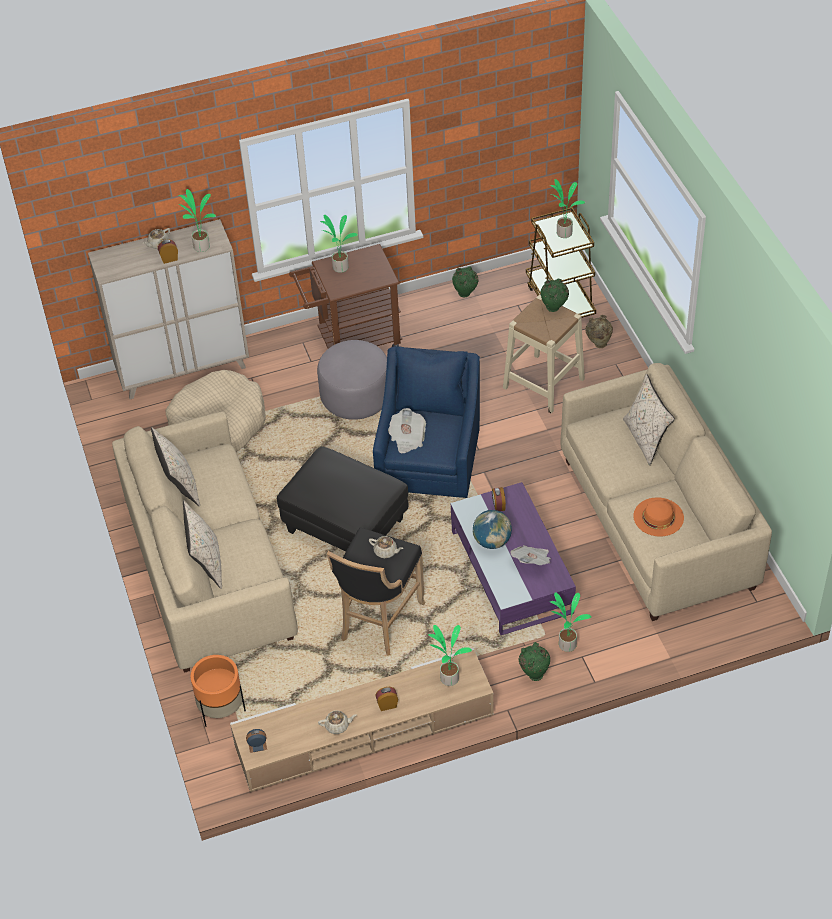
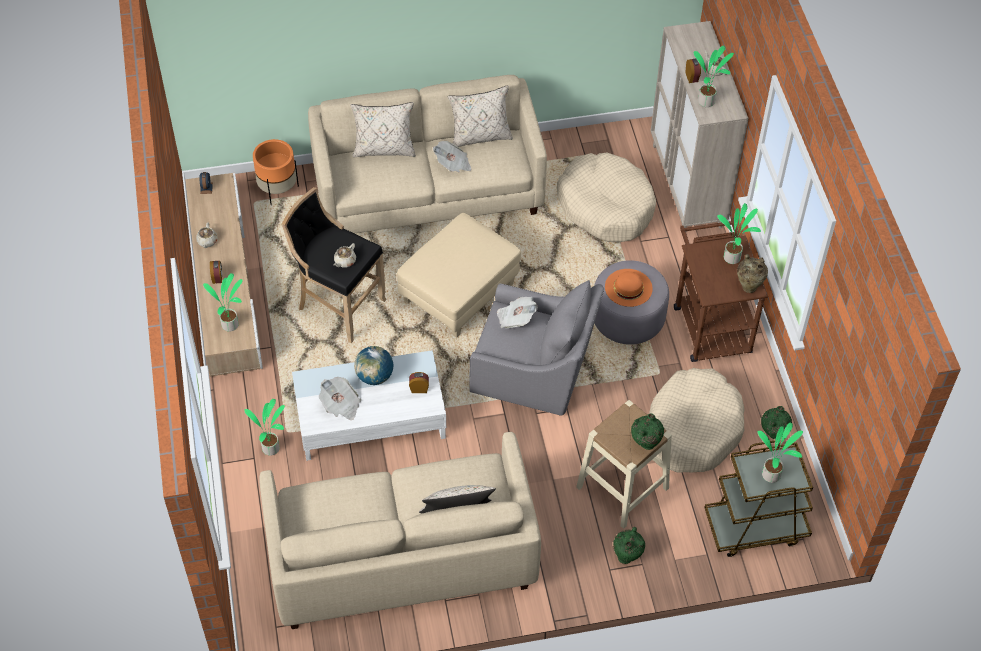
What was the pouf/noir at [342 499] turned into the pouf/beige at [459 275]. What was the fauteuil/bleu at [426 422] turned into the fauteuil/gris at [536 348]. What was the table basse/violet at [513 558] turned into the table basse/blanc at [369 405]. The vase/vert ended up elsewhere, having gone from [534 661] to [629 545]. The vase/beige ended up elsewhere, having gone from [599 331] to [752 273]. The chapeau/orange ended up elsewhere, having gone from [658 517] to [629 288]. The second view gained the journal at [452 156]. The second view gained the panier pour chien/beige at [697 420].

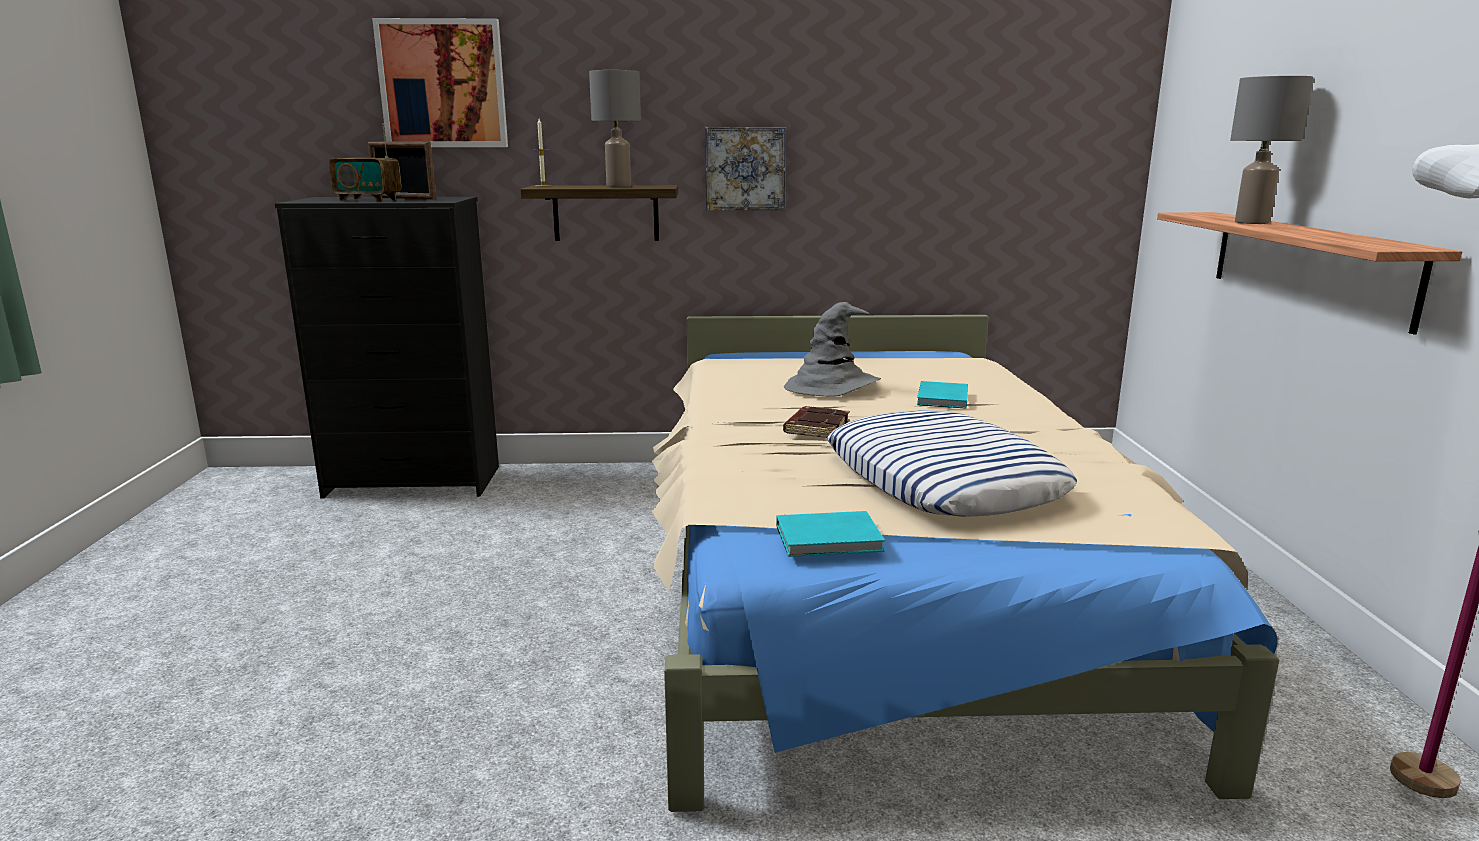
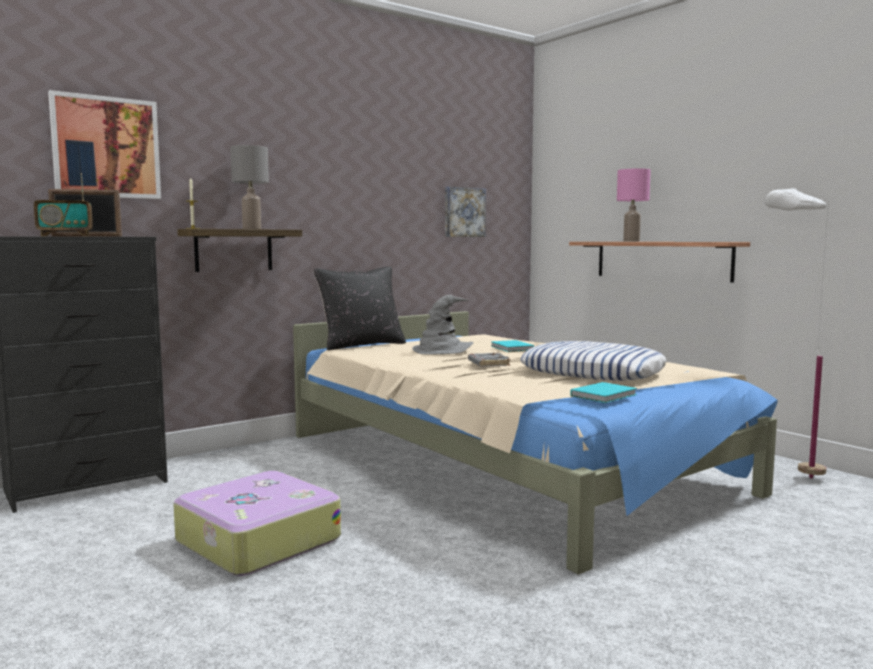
The tableau ended up elsewhere, having gone from [745 168] to [465 212]. What was the livre/marron at [816 422] turned into the livre/gris at [489 359]. What was the lampe de table/gris at [1271 150] turned into the lampe de table/rose at [634 205]. The second view gained the valise at [257 523]. The second view gained the coussin/noir at [359 308].

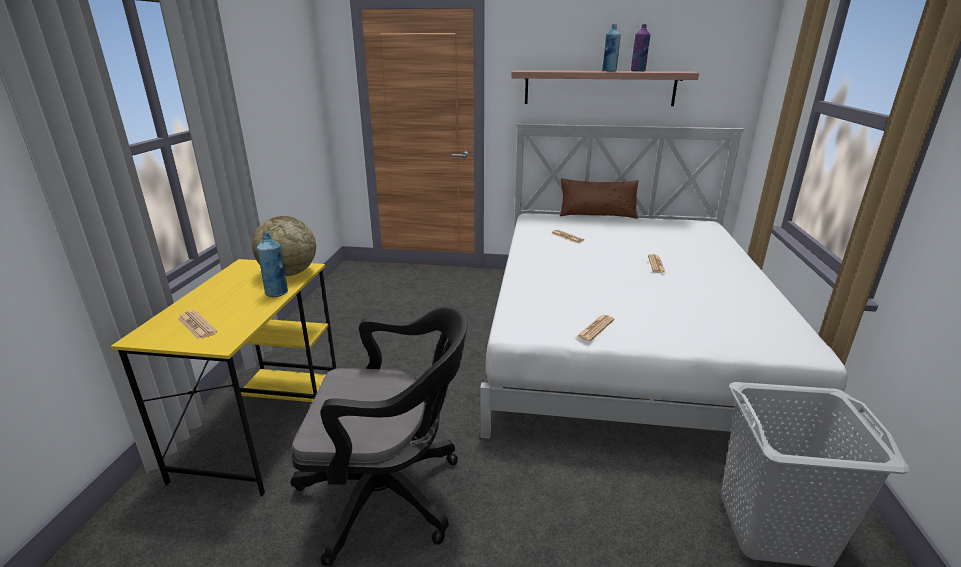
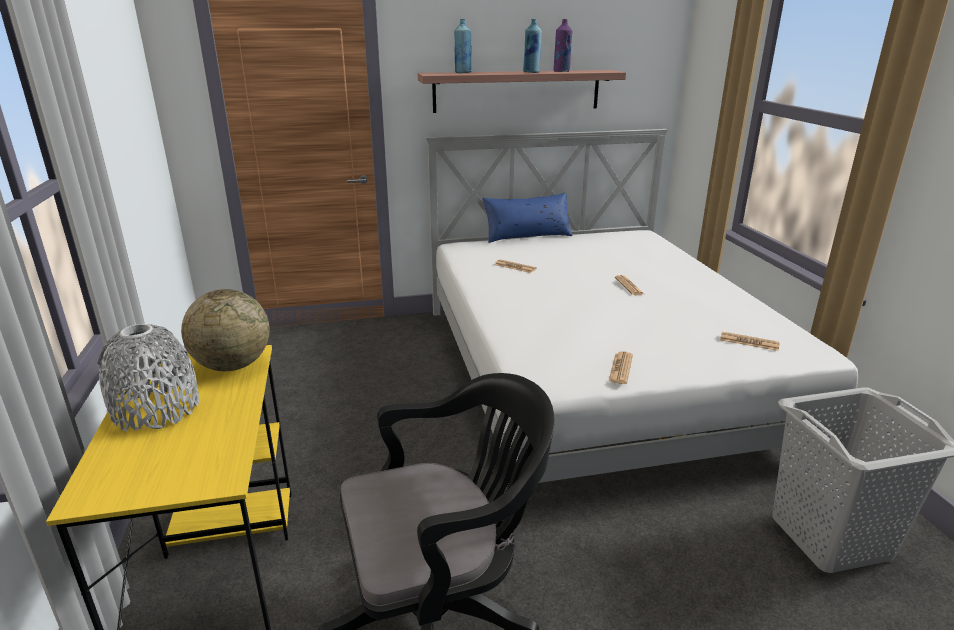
The journal ended up elsewhere, having gone from [197 325] to [750 341]. The bouteille/bleu ended up elsewhere, having gone from [272 264] to [463 46]. What was the coussin/marron at [599 198] turned into the coussin/bleu at [527 218]. The second view gained the vase/gris at [148 377].

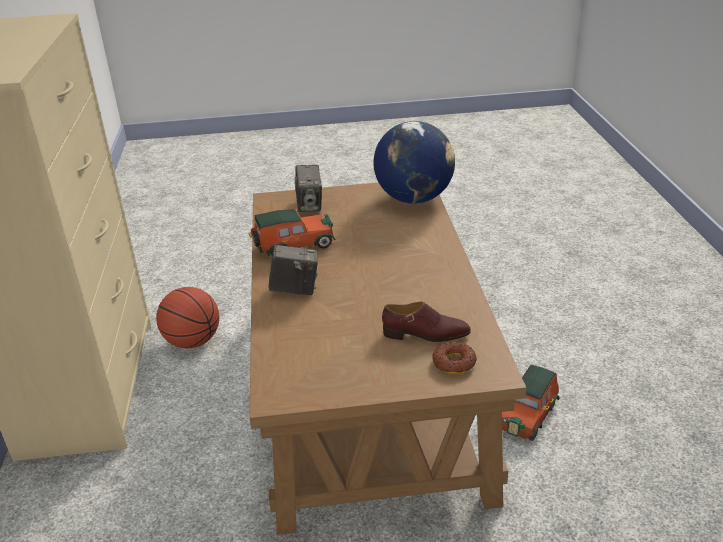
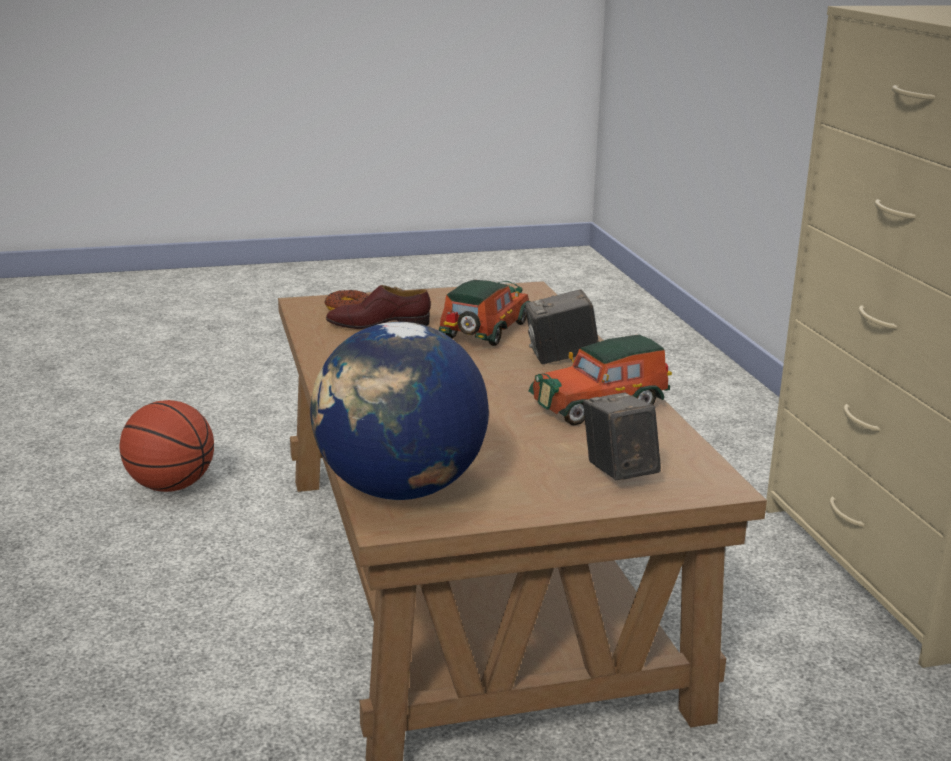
The ballon de basket ended up elsewhere, having gone from [188 318] to [167 446]. The petite voiture ended up elsewhere, having gone from [531 403] to [484 313].

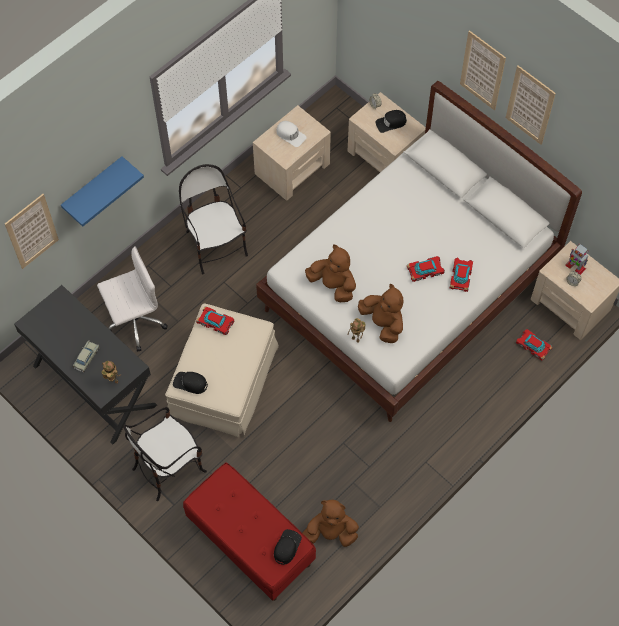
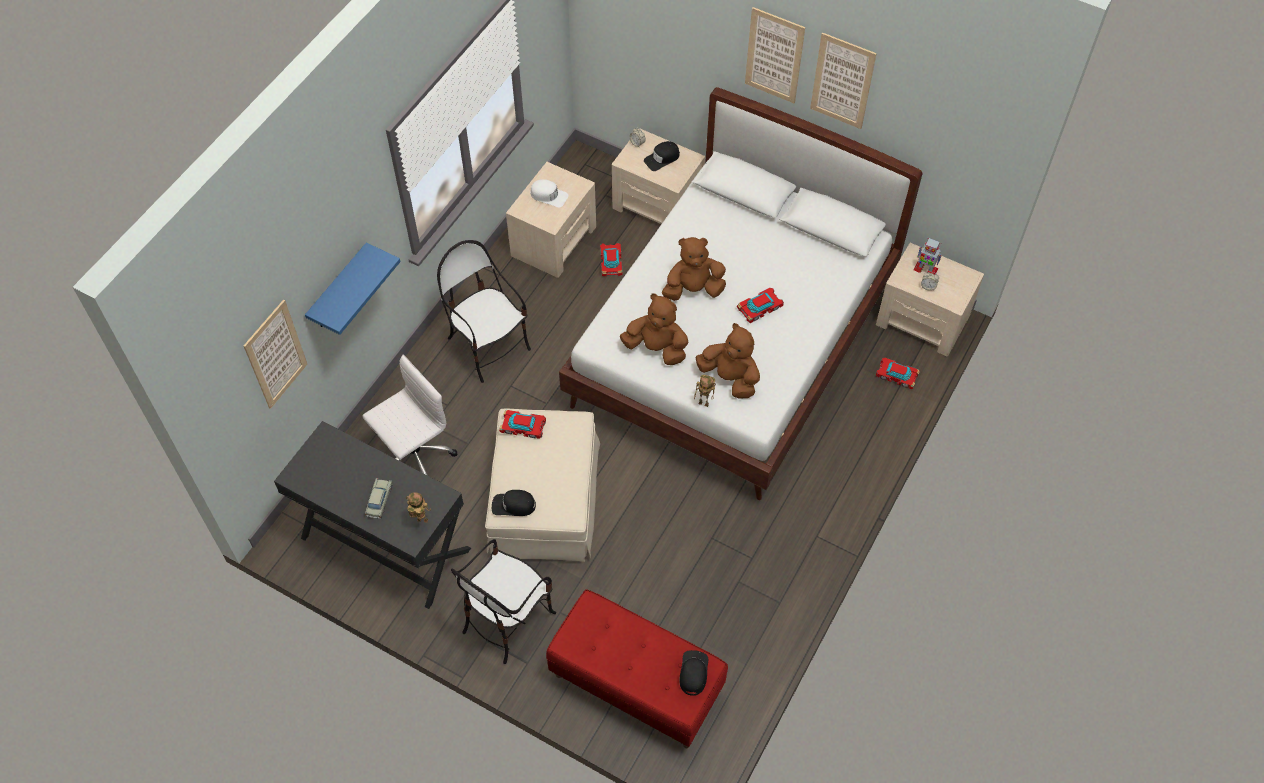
The peluche/marron ended up elsewhere, having gone from [330 523] to [694 269]. The petite voiture ended up elsewhere, having gone from [461 275] to [611 259].

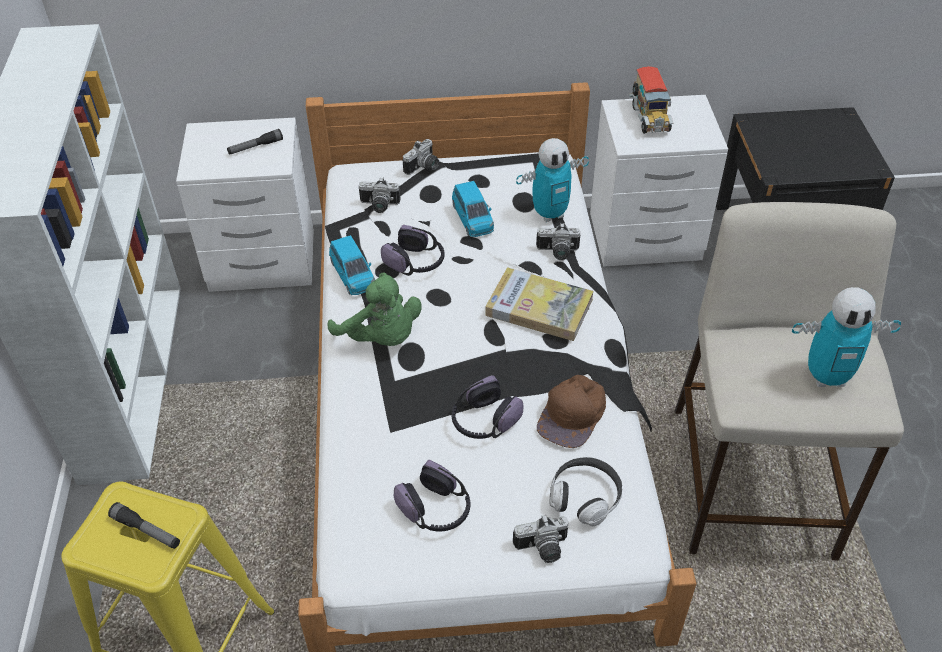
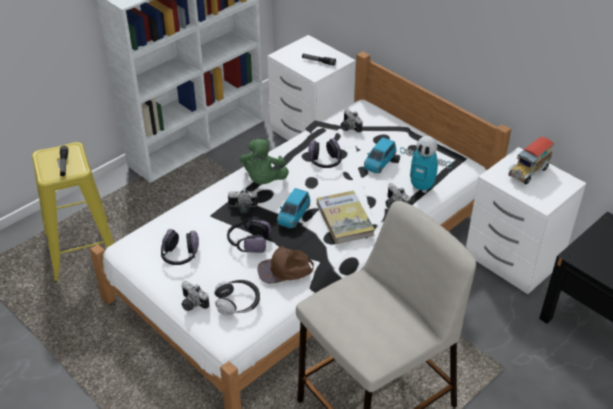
The petite voiture/bleu ended up elsewhere, having gone from [352 265] to [294 208]. The appareil photo ended up elsewhere, having gone from [421 157] to [243 200]. The second view lost the robot jouet at [846 337].

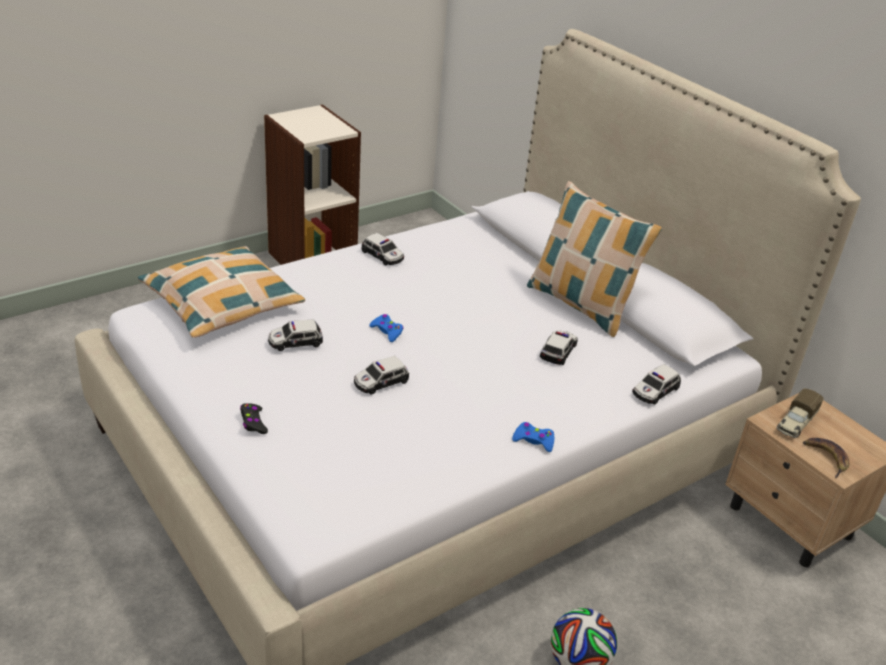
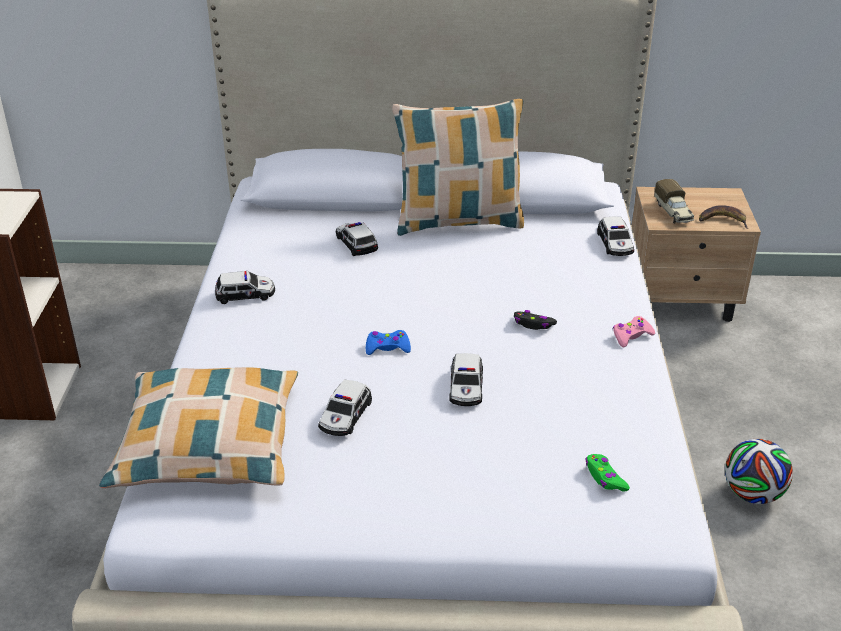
The manette/noir ended up elsewhere, having gone from [254 418] to [535 320]. What was the manette/bleu at [533 437] turned into the manette/rose at [634 331]. The petite voiture ended up elsewhere, having gone from [559 347] to [357 239]. The second view gained the manette/vert at [607 473].

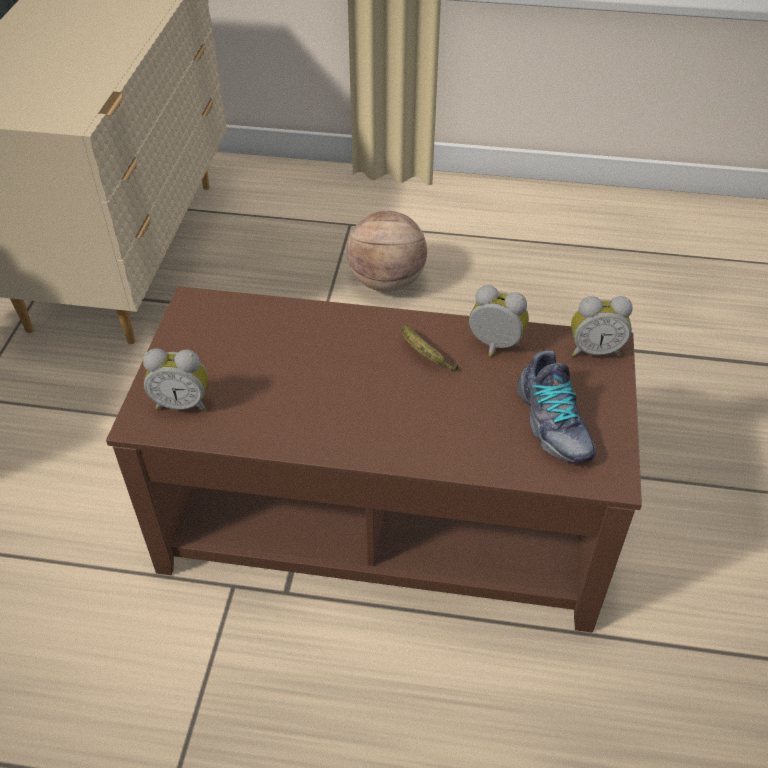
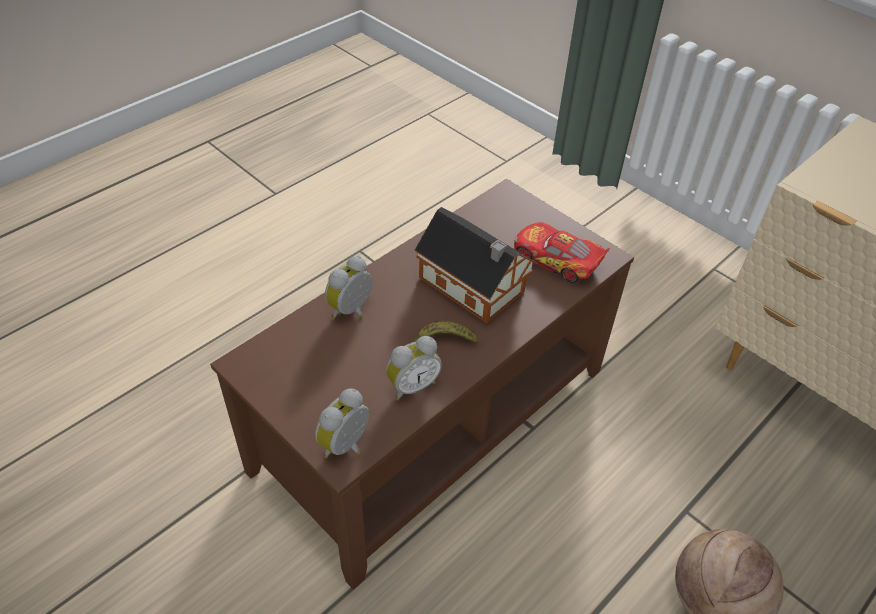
The réveil ended up elsewhere, having gone from [175 380] to [348 287]. The second view lost the chaussure at [556 407]. The second view gained the maison miniature at [475 265]. The second view gained the petite voiture at [562 252].

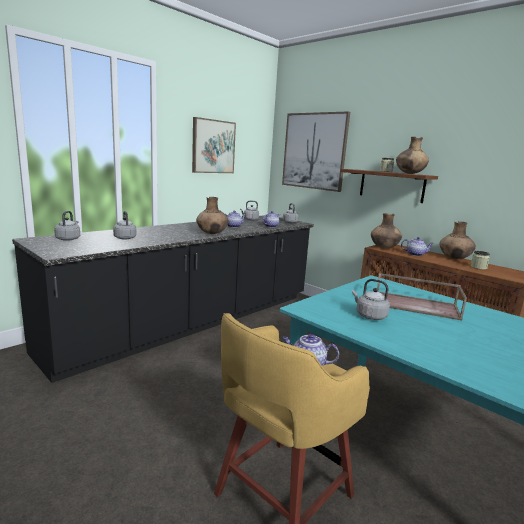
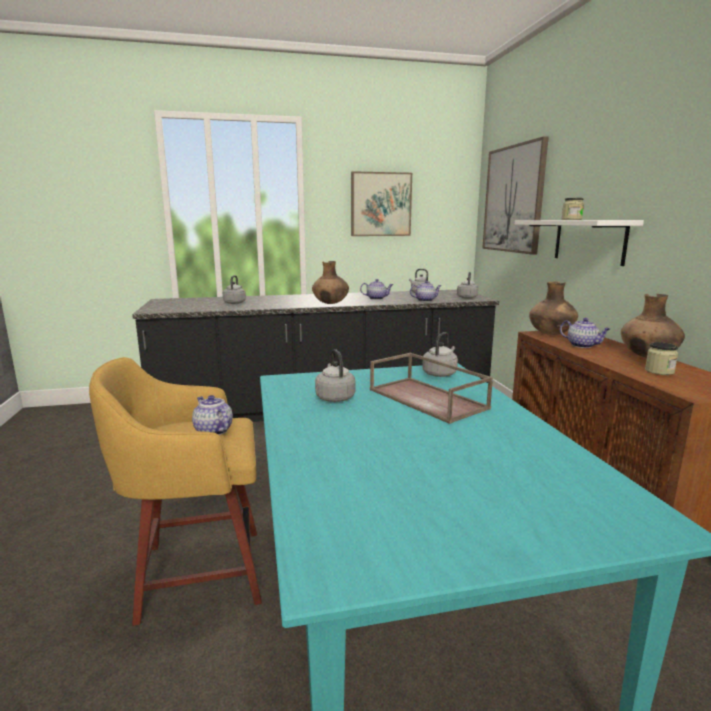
The bouilloire/gris ended up elsewhere, having gone from [67 226] to [440 354]. What was the étagère/marron at [389 186] turned into the étagère/blanc at [579 243]. The second view lost the vase/marron at [412 155].

